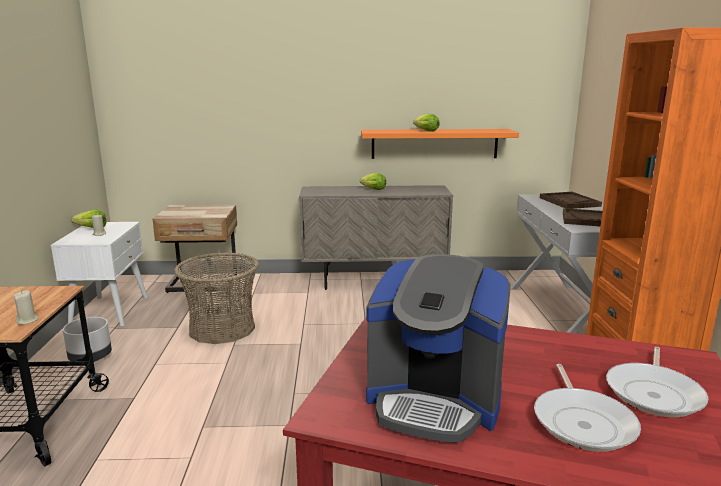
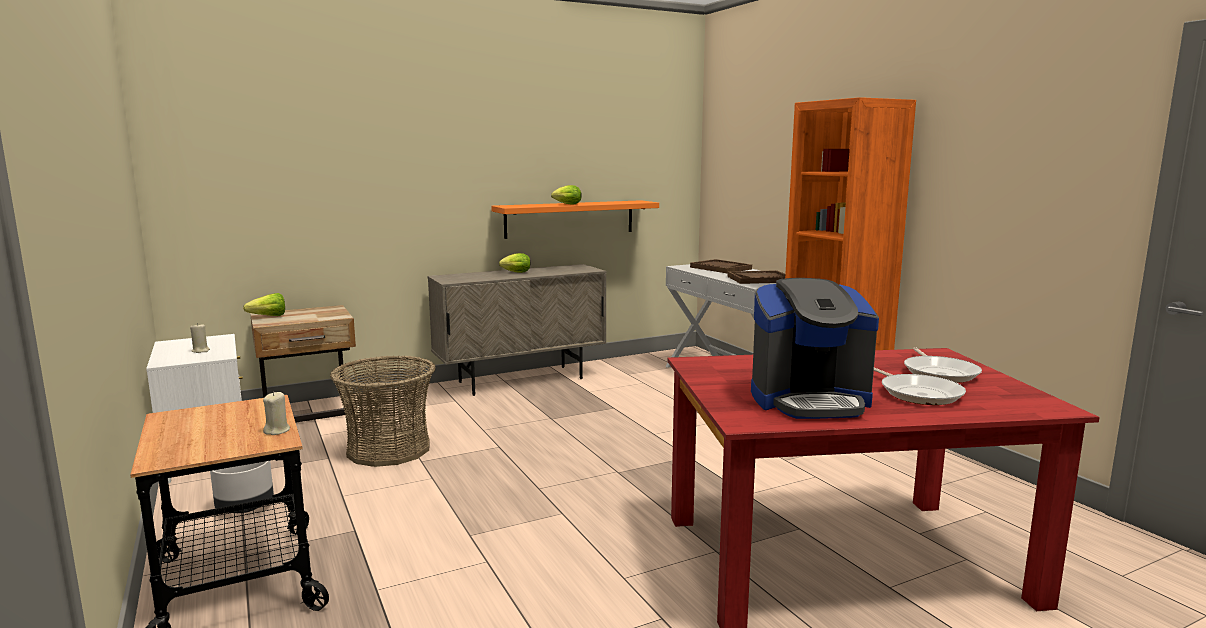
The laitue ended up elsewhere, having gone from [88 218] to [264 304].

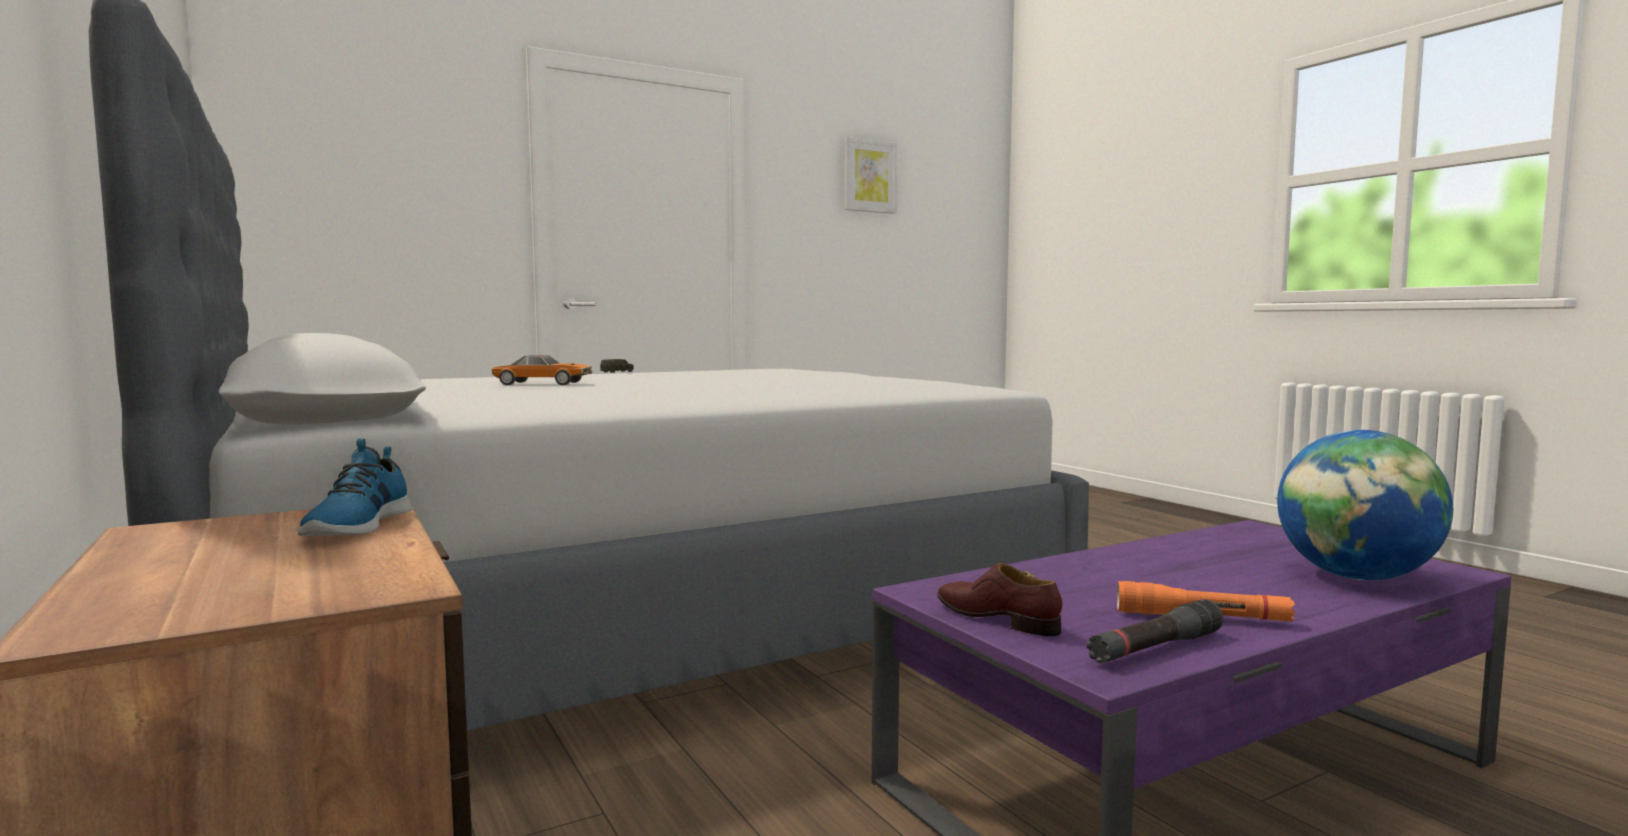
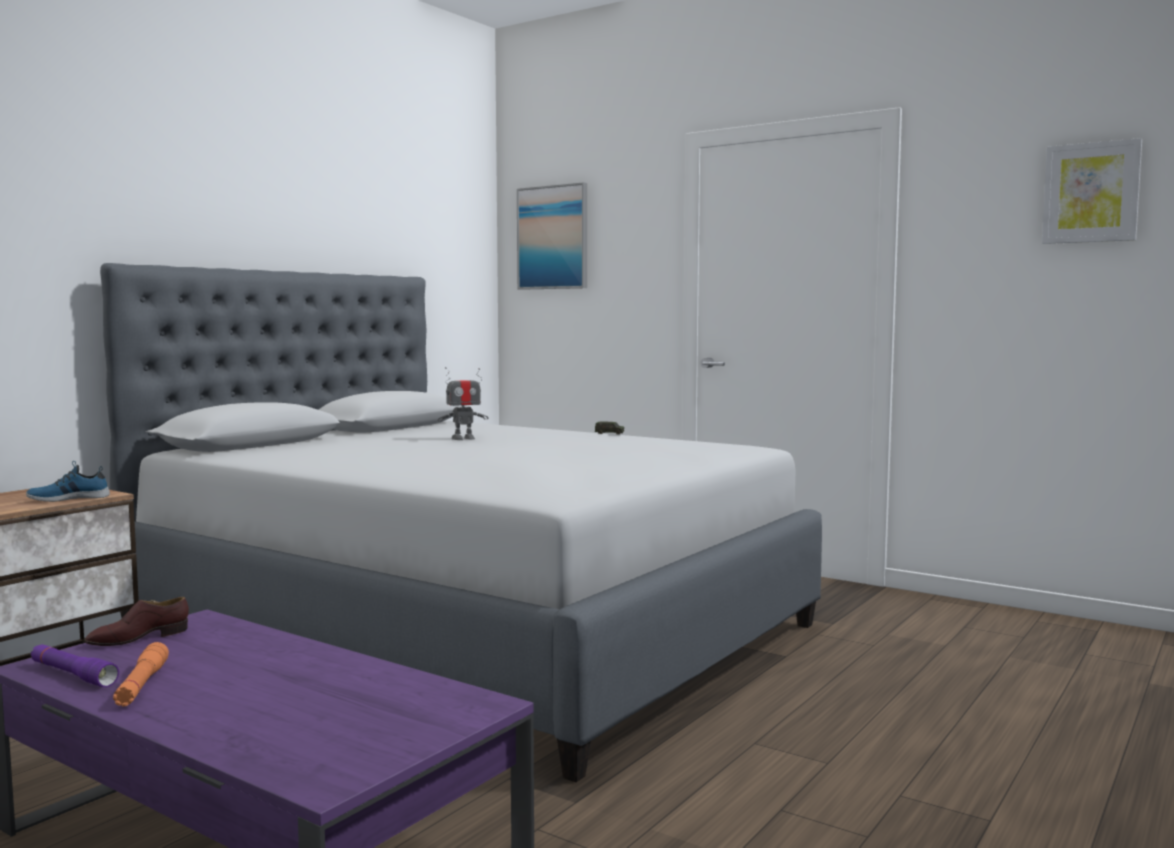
Where the petite voiture stood at [541 370], the robot jouet came to stand at [462 403]. The chaussure/marron at [999 599] ended up facing another way, 150 degrees counterclockwise from before. What was the lampe de poche/noir at [1154 631] turned into the lampe de poche/violet at [75 666]. The second view lost the globe at [1365 505]. The second view gained the tableau at [552 236].

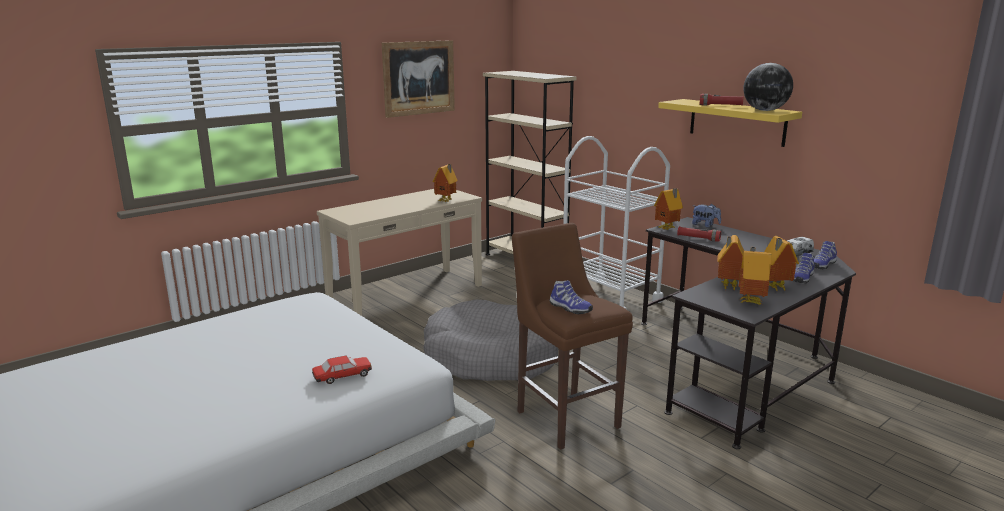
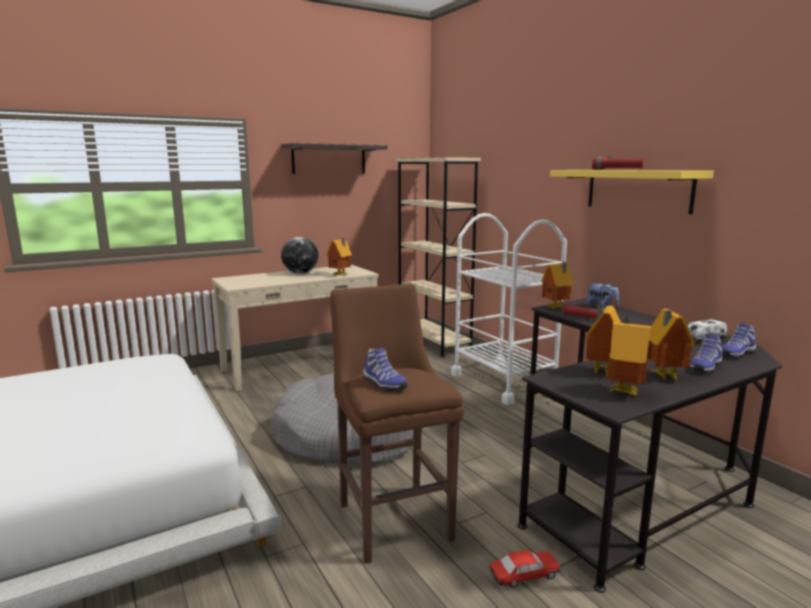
The petite voiture ended up elsewhere, having gone from [342 370] to [524 568]. Where the tableau hung at [418 79], the étagère came to hang at [334 158]. The globe ended up elsewhere, having gone from [768 87] to [300 255].

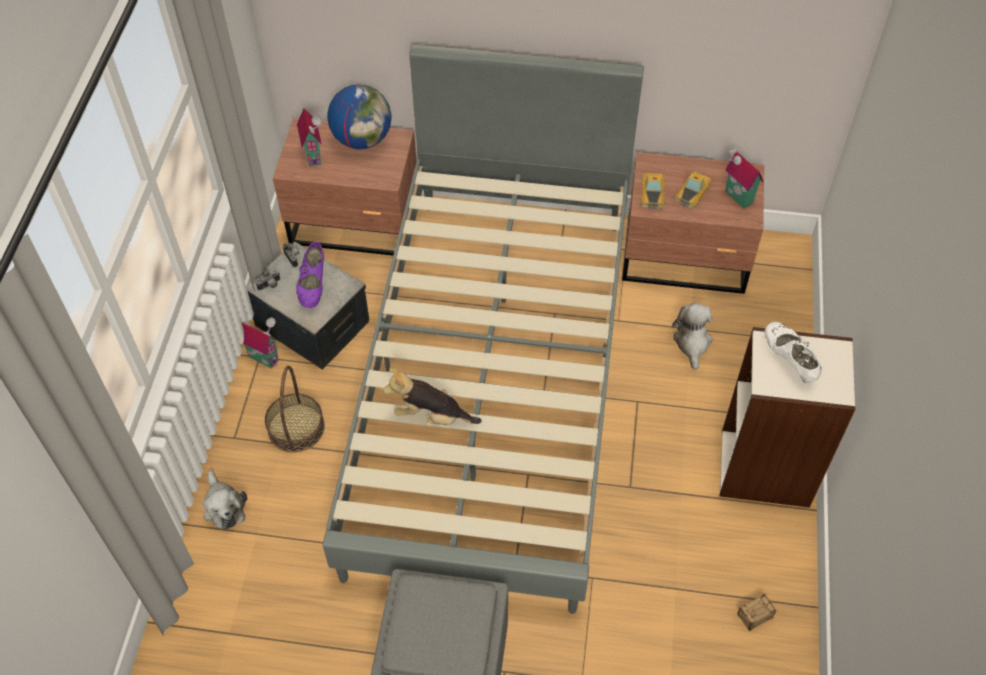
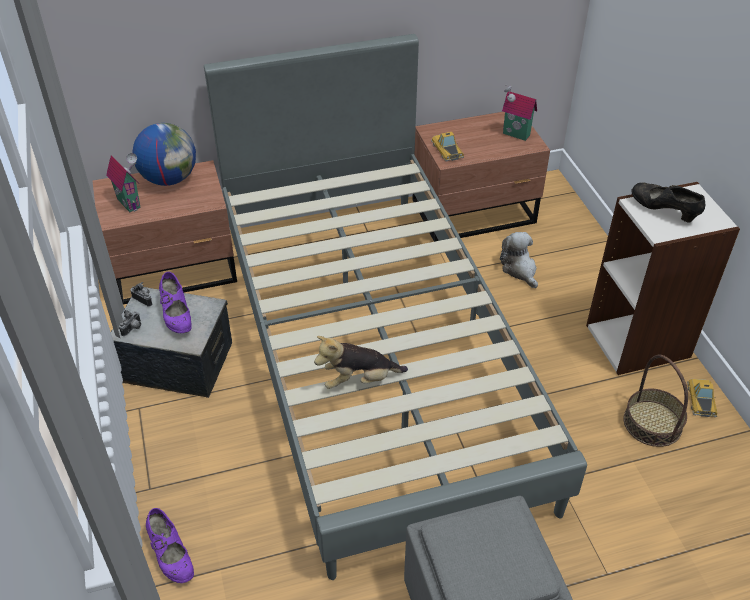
Where the peluche stood at [225 500], the chaussure/violet came to stand at [170 545]. The second view lost the maison miniature at [260 342]. The panier ended up elsewhere, having gone from [295 409] to [656 401]. The petite voiture ended up elsewhere, having gone from [692 190] to [702 398]. The second view lost the boîte de rangement at [749 612]. What was the chaussure/blanc at [793 352] turned into the chaussure/noir at [669 202].

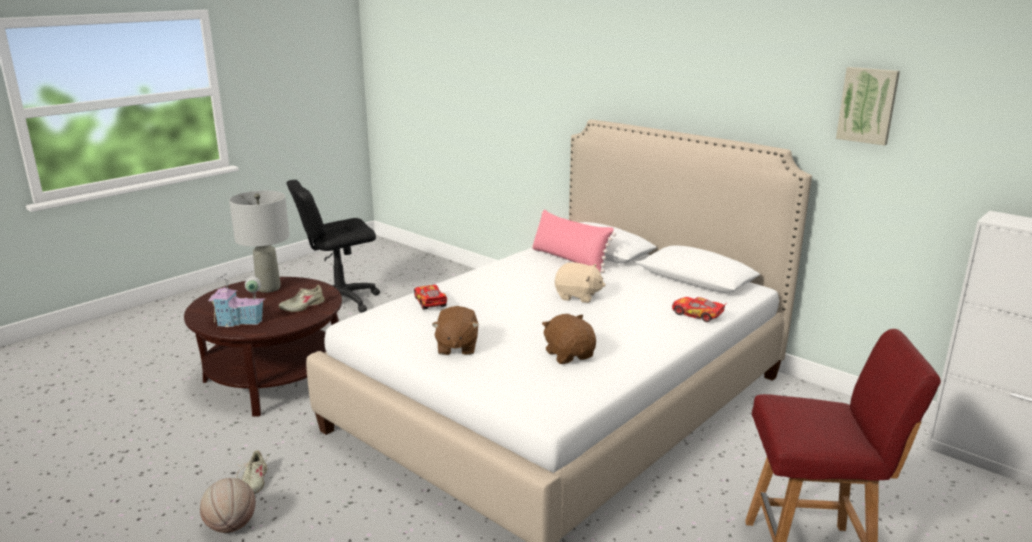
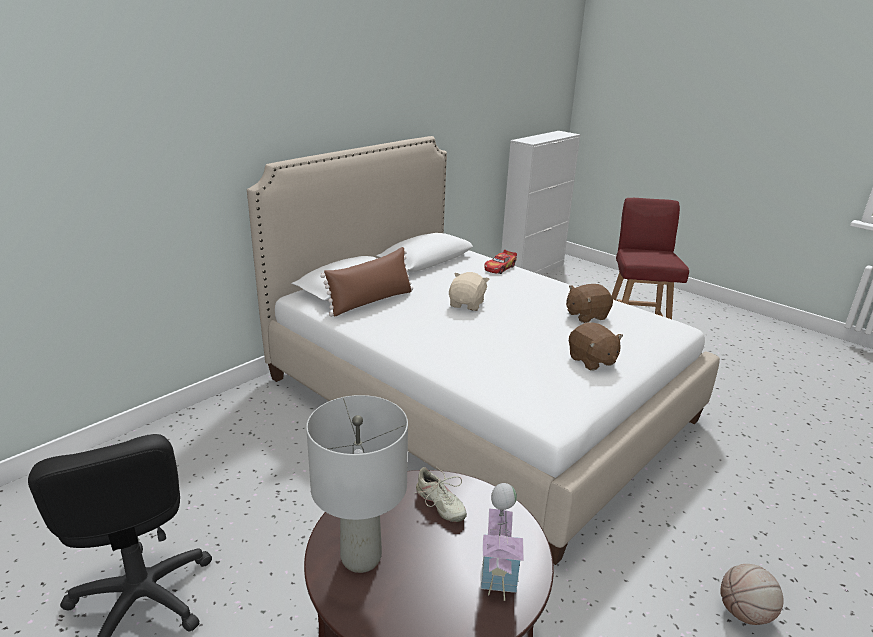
The second view lost the chaussure/beige at [252 472]. The second view lost the petite voiture at [430 297]. The peluche/marron at [455 330] ended up facing another way, 60 degrees clockwise from before. What was the coussin/rose at [573 241] turned into the coussin/marron at [366 282]. The second view lost the tableau at [868 106].

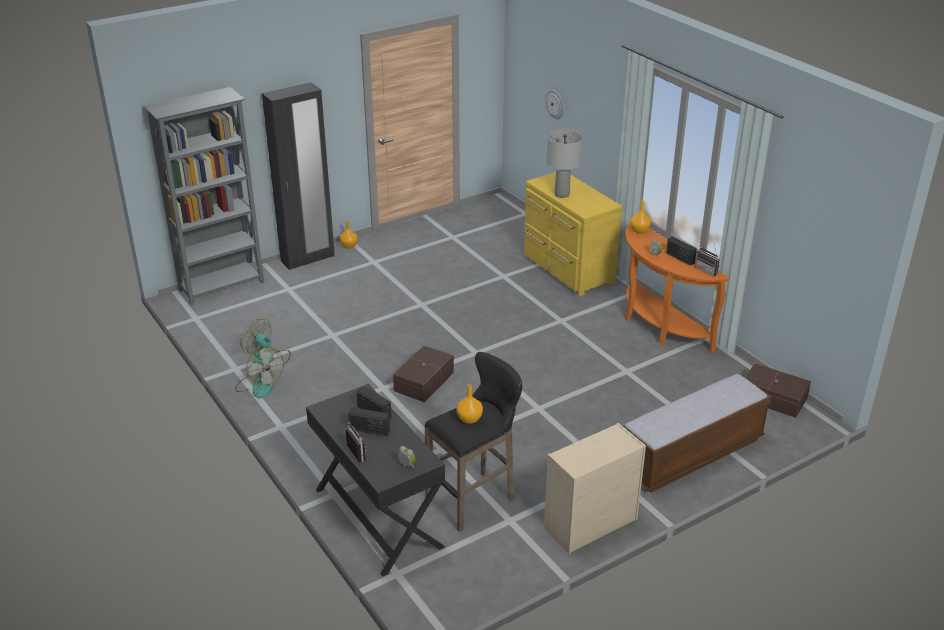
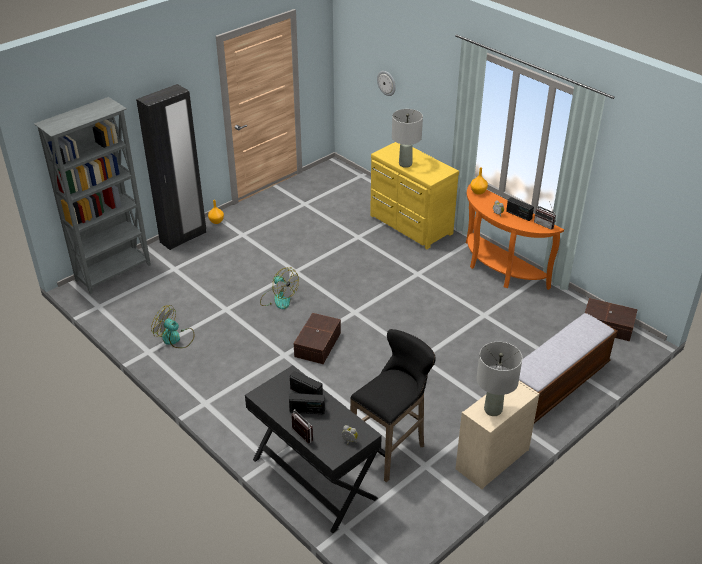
The ventilateur ended up elsewhere, having gone from [259 372] to [279 288]. The second view lost the vase/orange at [470 404]. The second view gained the lampe de table/gris at [500 379].

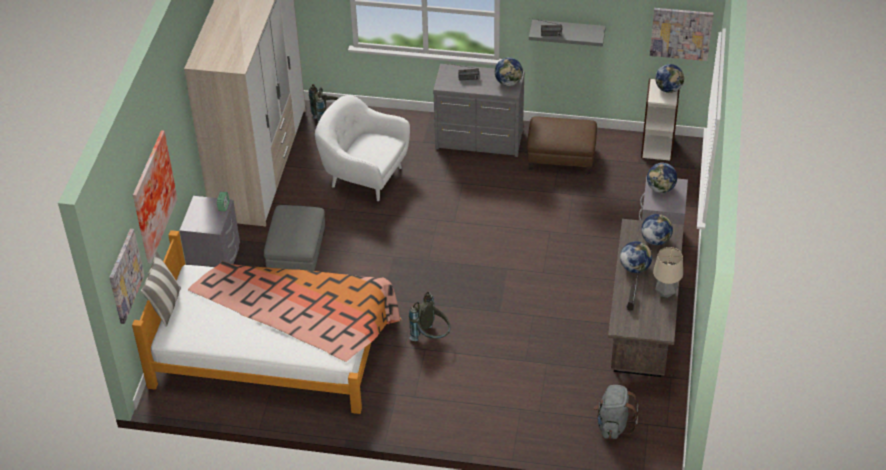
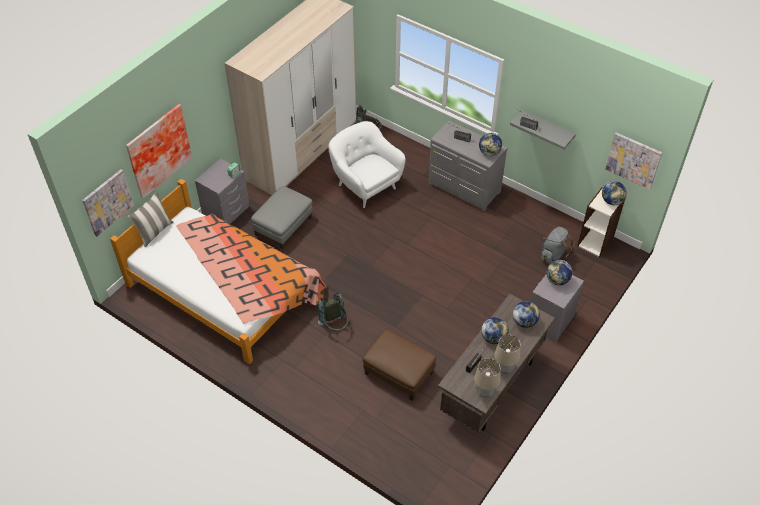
The pouf/marron ended up elsewhere, having gone from [562 145] to [399 365]. The sac à dos/gris ended up elsewhere, having gone from [616 412] to [557 245]. The second view gained the lampe de table at [487 377].

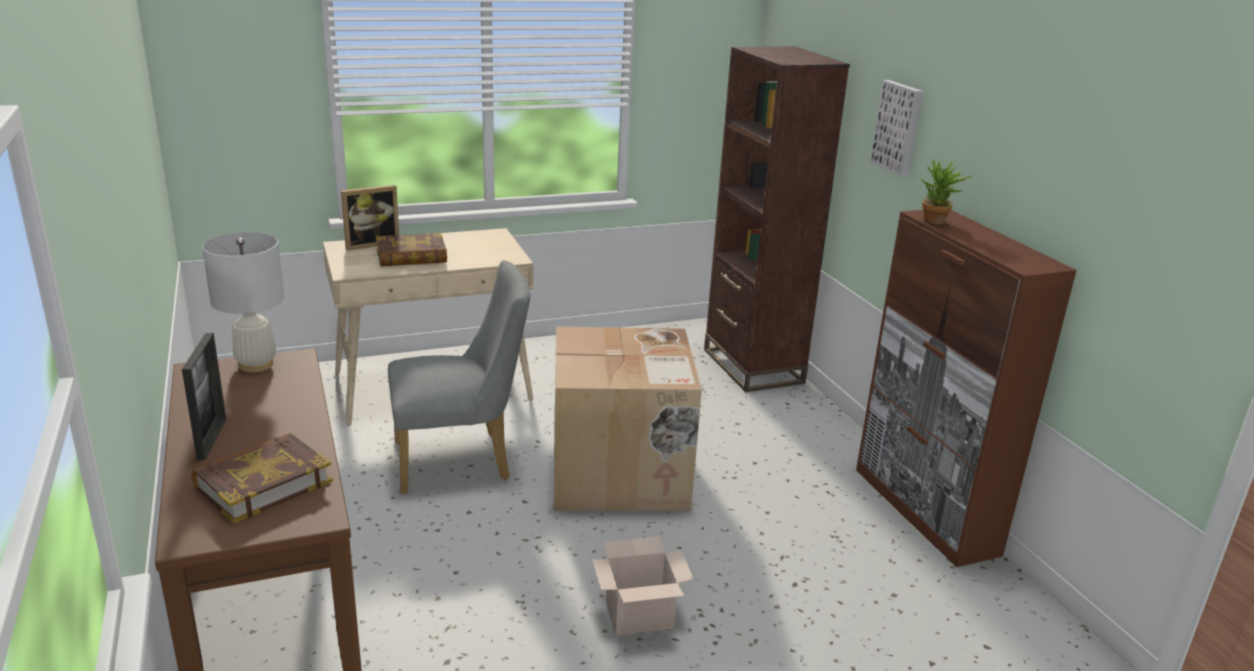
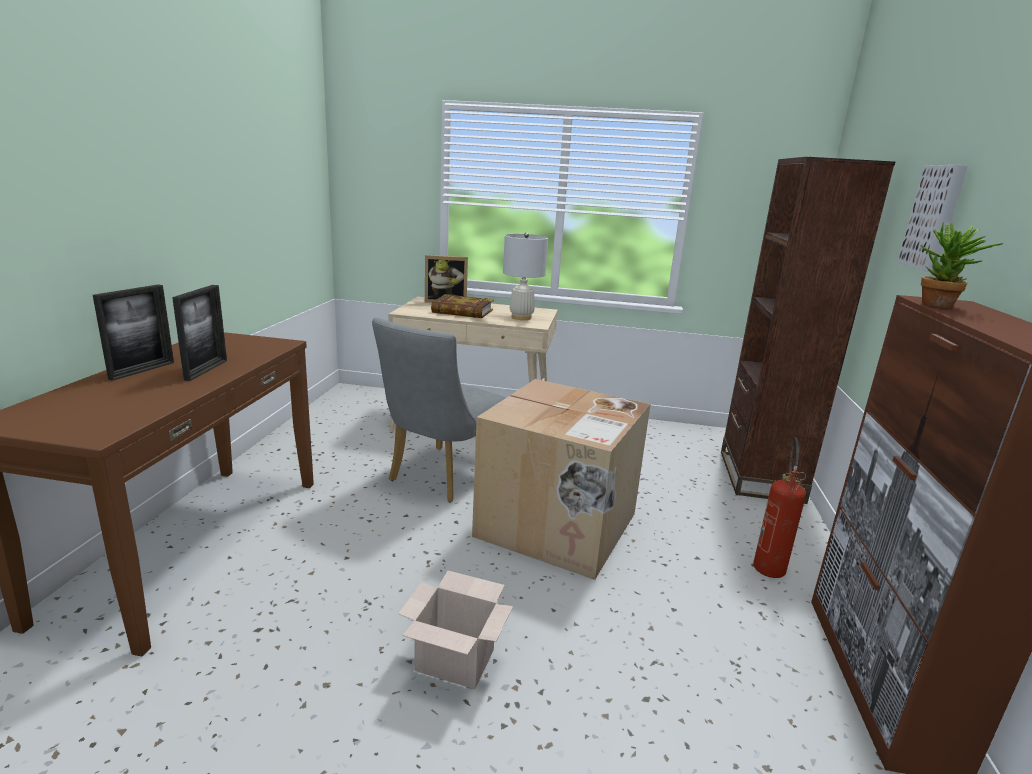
The second view lost the livre at [262 478]. The lampe de table/blanc ended up elsewhere, having gone from [243 302] to [525 276]. The chaise/gris at [459 377] ended up facing another way, 105 degrees clockwise from before. The second view gained the cadre photo at [199 333]. The second view gained the extincteur at [779 507].

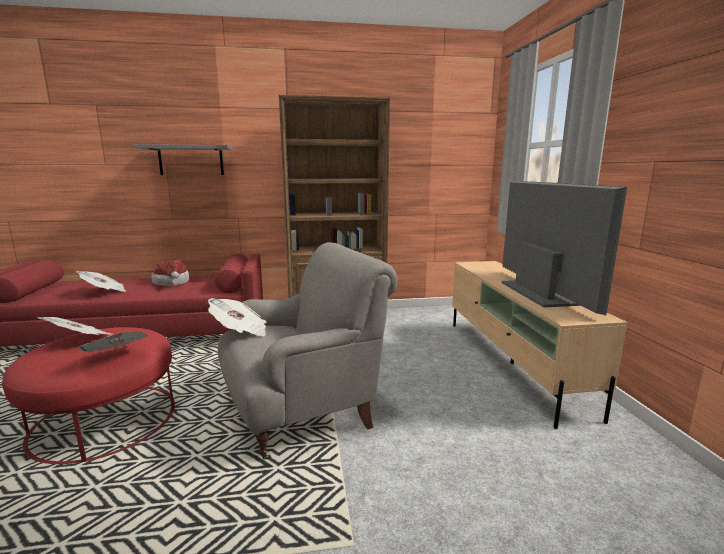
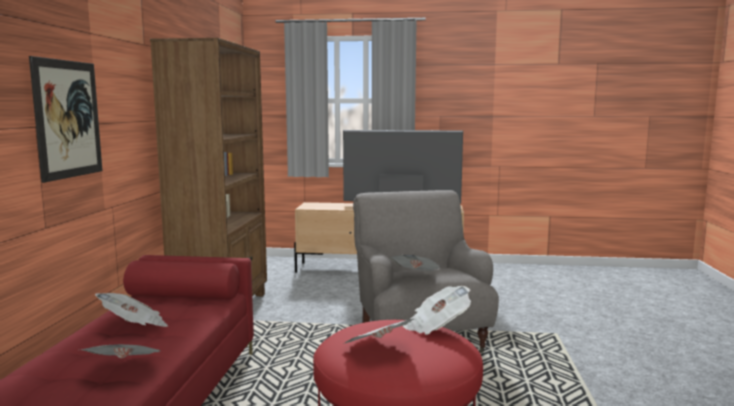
Where the étagère/gris hung at [183 159], the tableau came to hang at [66 119]. Where the chapeau stood at [170 272], the journal came to stand at [131 310].

